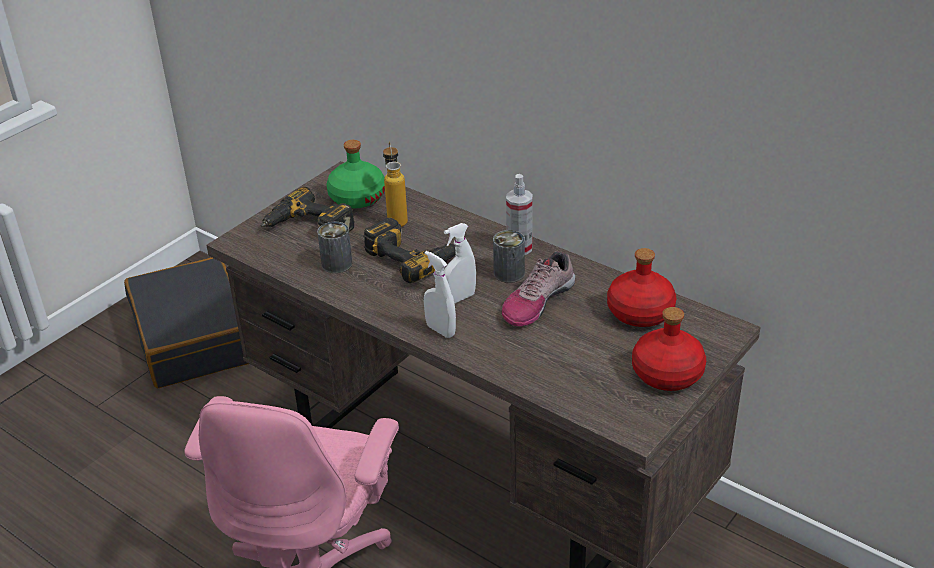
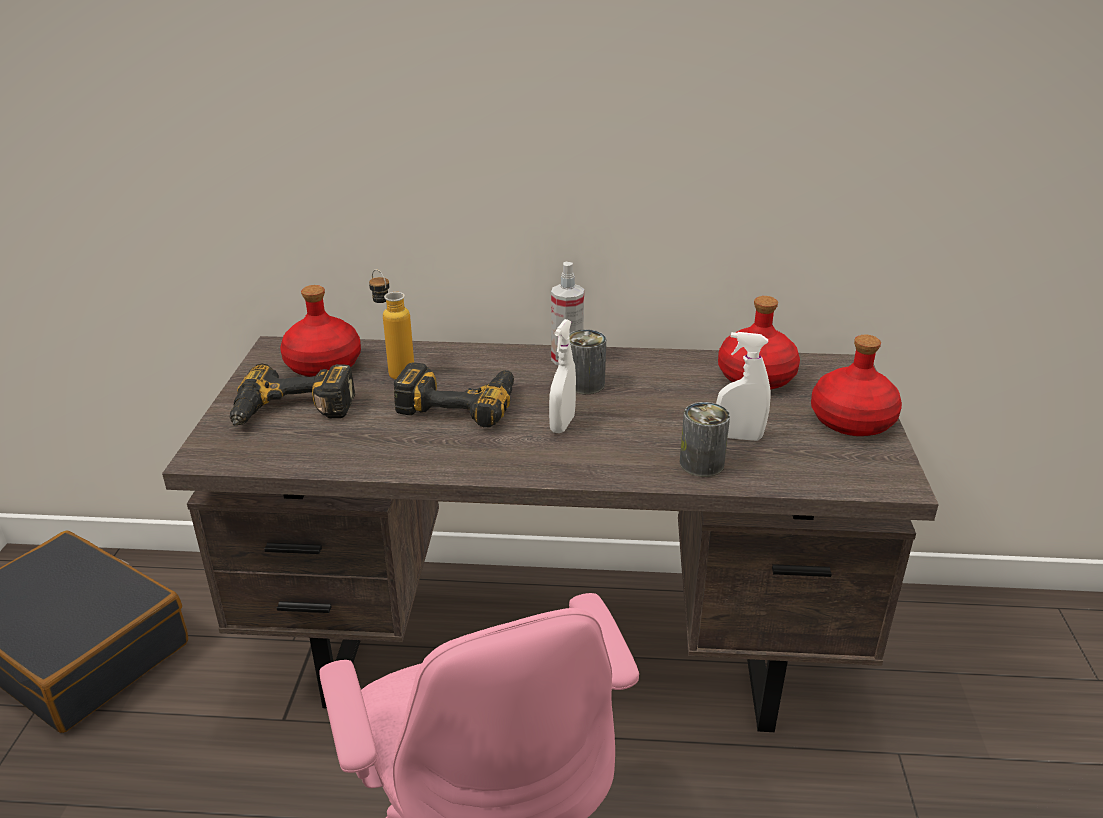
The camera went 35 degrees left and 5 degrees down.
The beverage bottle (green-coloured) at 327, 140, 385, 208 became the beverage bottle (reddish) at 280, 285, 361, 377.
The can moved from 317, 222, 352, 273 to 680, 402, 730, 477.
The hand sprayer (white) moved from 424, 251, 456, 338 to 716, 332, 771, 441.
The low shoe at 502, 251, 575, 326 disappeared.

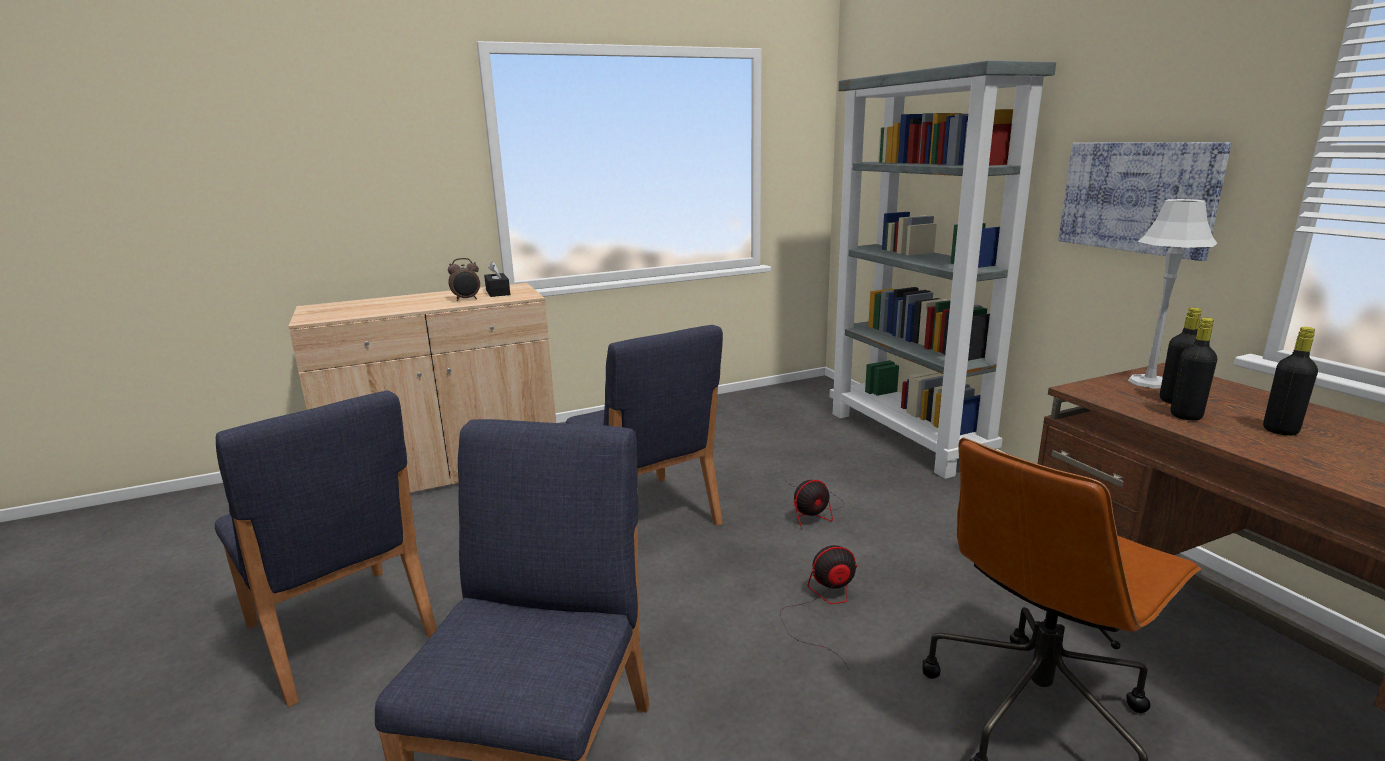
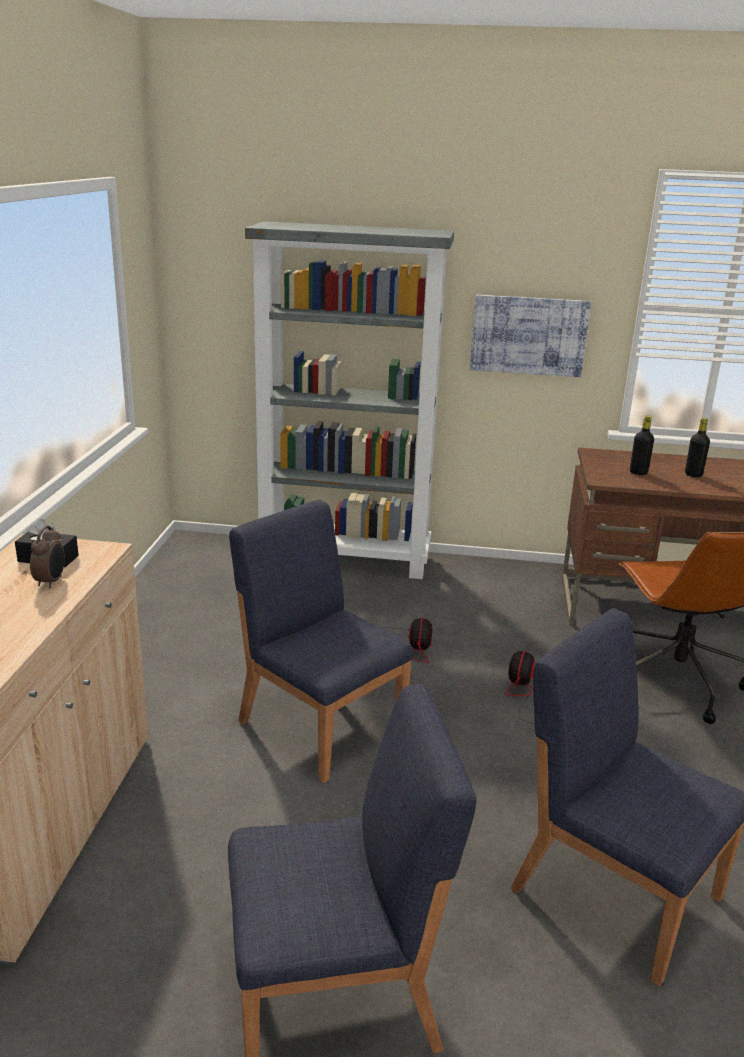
The camera went 60 degrees left and 5 degrees up.
The table lamp (grey) at 1128, 199, 1218, 389 disappeared.
The beverage bottle (blackish) at 1171, 318, 1217, 421 disappeared.
The upright chair (blue-coloured) at 566, 325, 723, 526 turned 135 degrees counterclockwise.

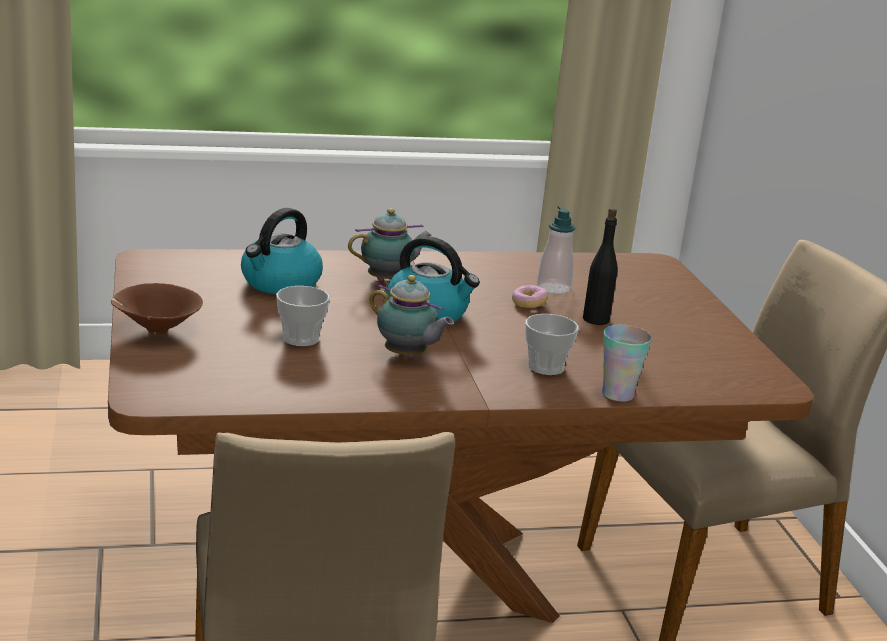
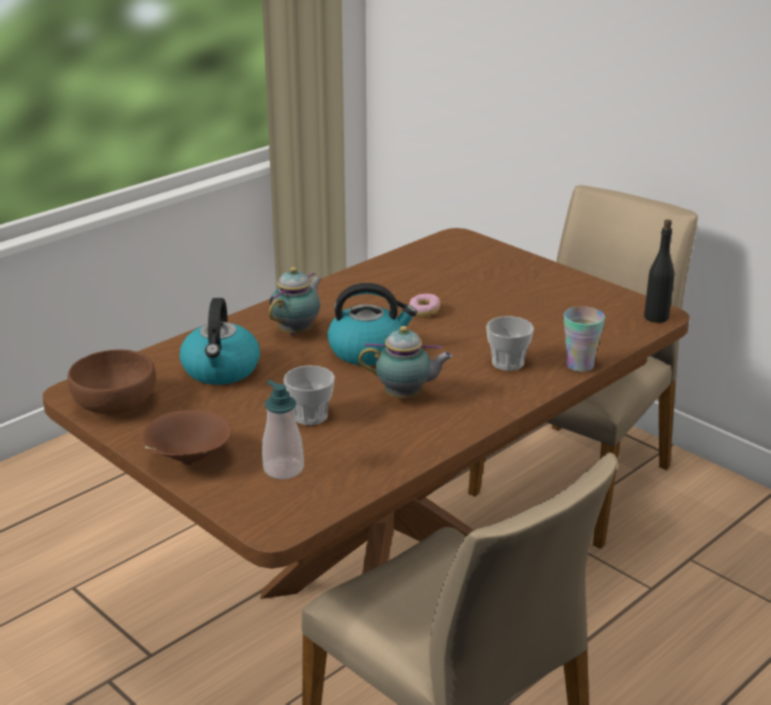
The camera went 30 degrees left and 5 degrees up.
The soap bottle moved from 537, 206, 575, 294 to 262, 380, 304, 479.
The beverage bottle (blackish) moved from 583, 208, 618, 325 to 644, 219, 674, 323.
The serving bowl (brown) at 67, 349, 156, 414 appeared.

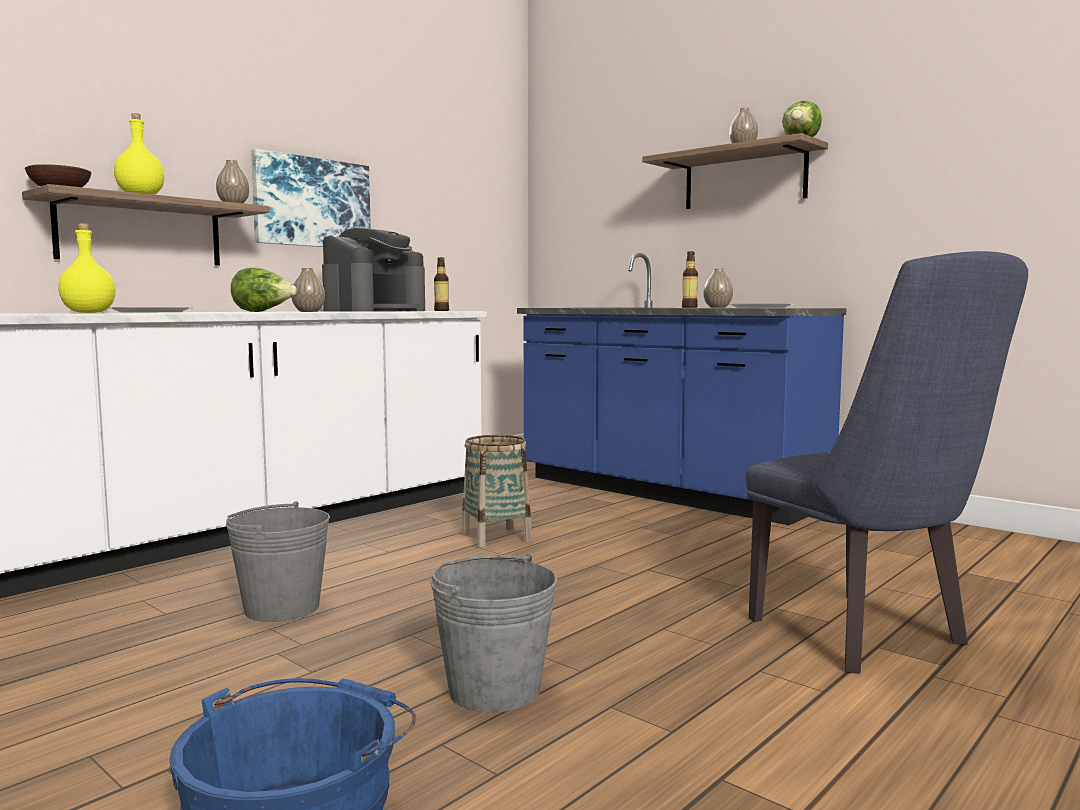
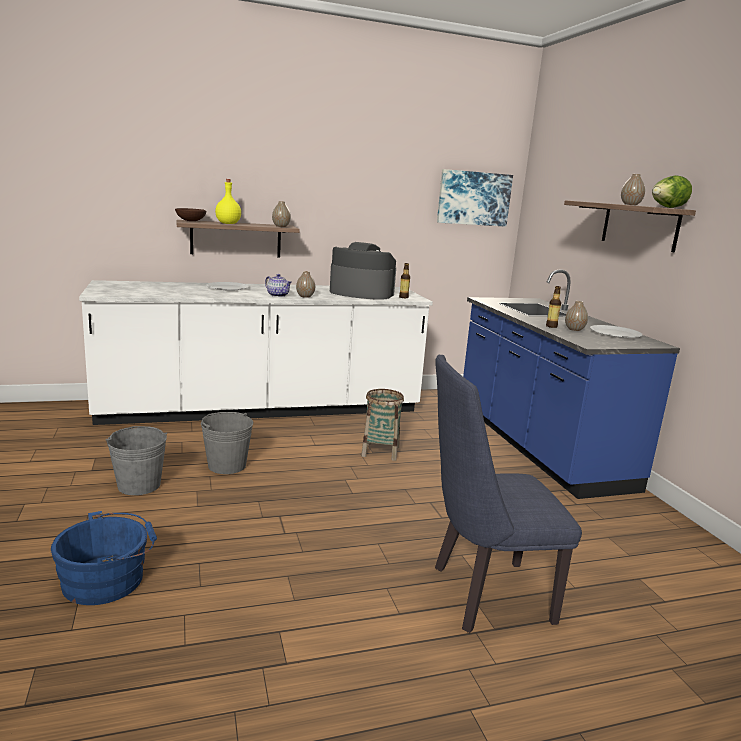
The camera went 30 degrees right and 10 degrees up.
The wall picture moved from 251, 149, 371, 247 to 437, 169, 513, 227.
The beverage bottle (yellow) at 58, 223, 116, 313 disappeared.
The coffee machine at 322, 227, 425, 312 turned 135 degrees counterclockwise.
The upright chair (blue-coloured) at 745, 251, 1028, 674 turned 75 degrees clockwise.
The head of lettuce at 231, 267, 297, 312 was replaced by the pot for tea at 265, 274, 292, 297.
The pail (grey) moved from 430, 554, 558, 713 to 106, 426, 167, 495.

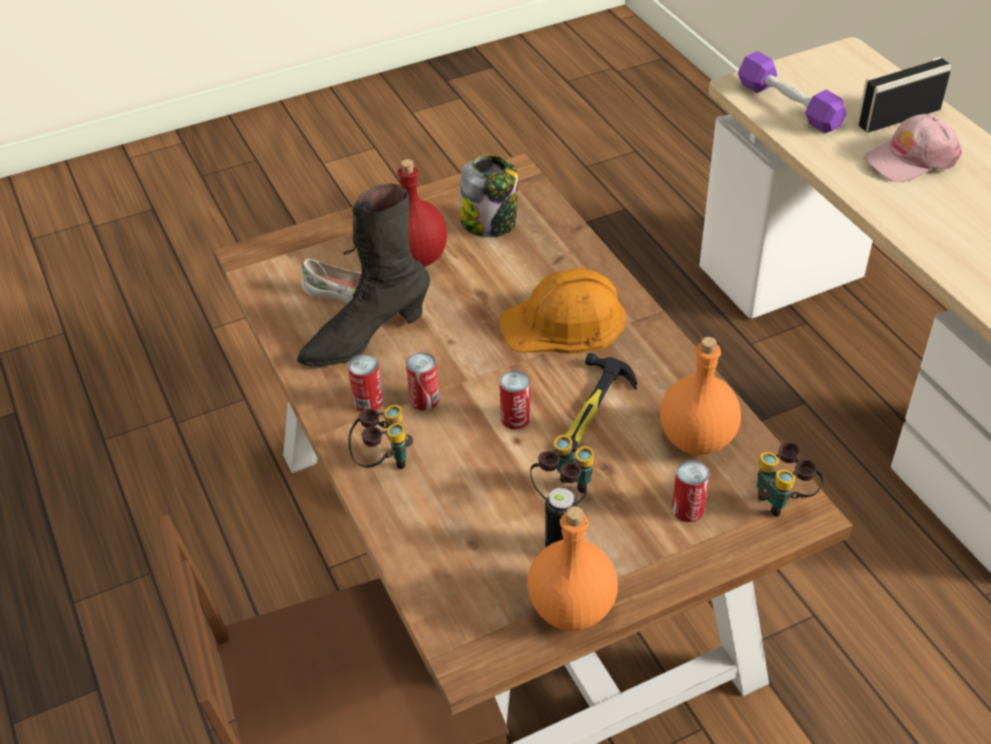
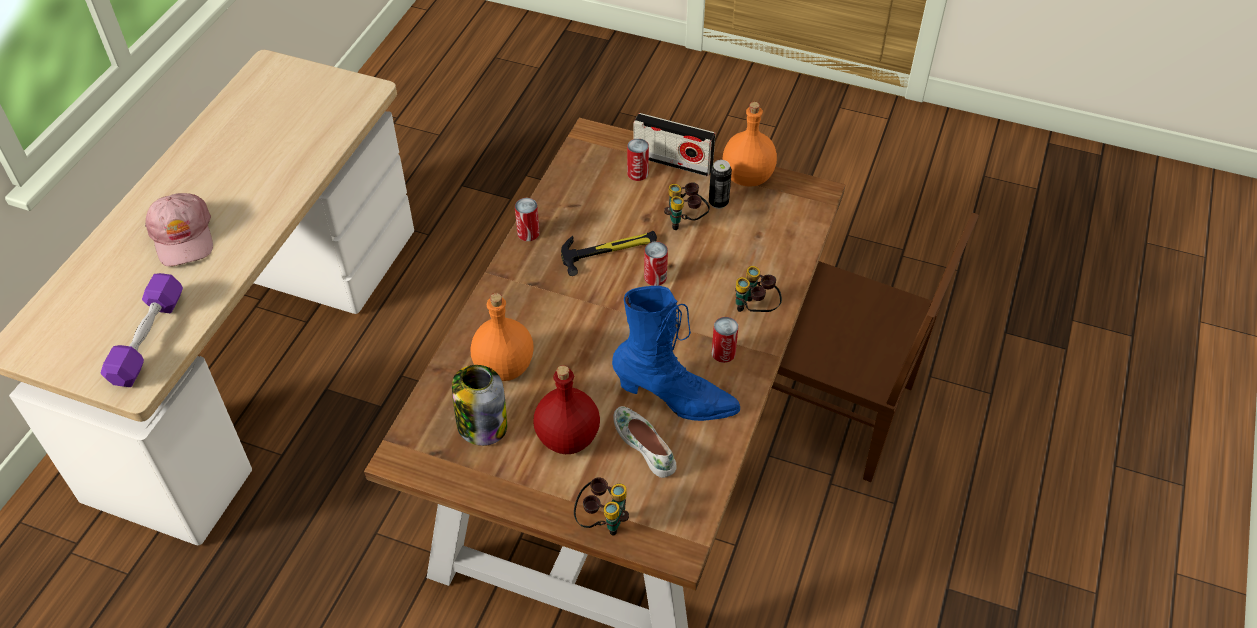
The camera went 135 degrees left and 5 degrees up.
The radio set moved from 857, 57, 951, 132 to 633, 113, 715, 176.
The baseball cap (pink) at 864, 114, 962, 182 turned 45 degrees clockwise.
The boot (blackish) at 297, 183, 430, 367 became the boot (blue-coloured) at 612, 286, 740, 421.
The work helmet (orange-coloured) at 499, 268, 626, 354 disappeared.
The beverage bottle (orange-coloured) moved from 660, 337, 741, 455 to 471, 293, 534, 381.
The can moved from 406, 352, 439, 411 to 515, 198, 540, 241.
The pair of binoculars moved from 757, 442, 823, 517 to 574, 477, 629, 536.

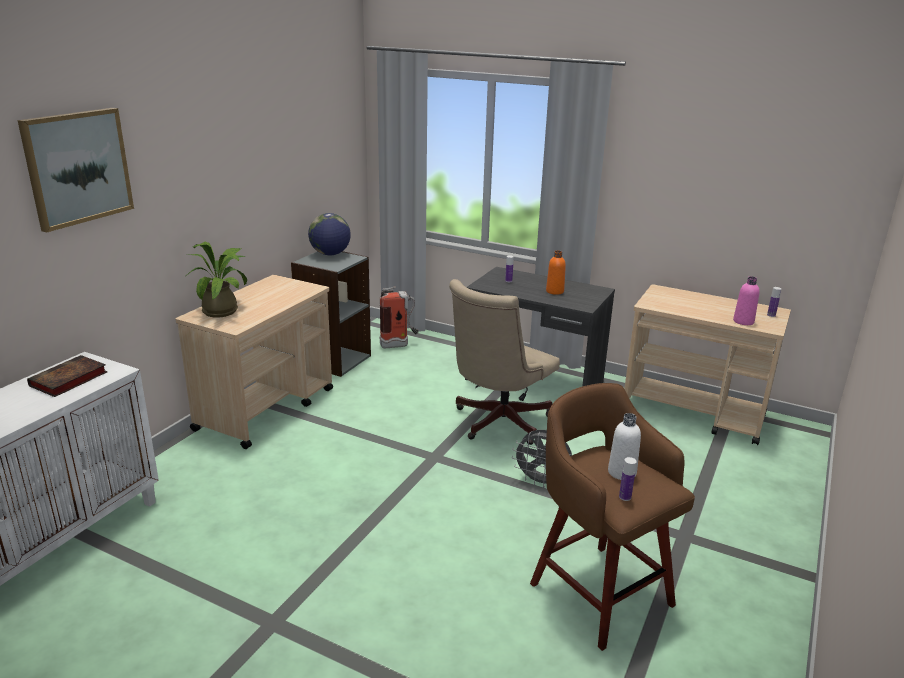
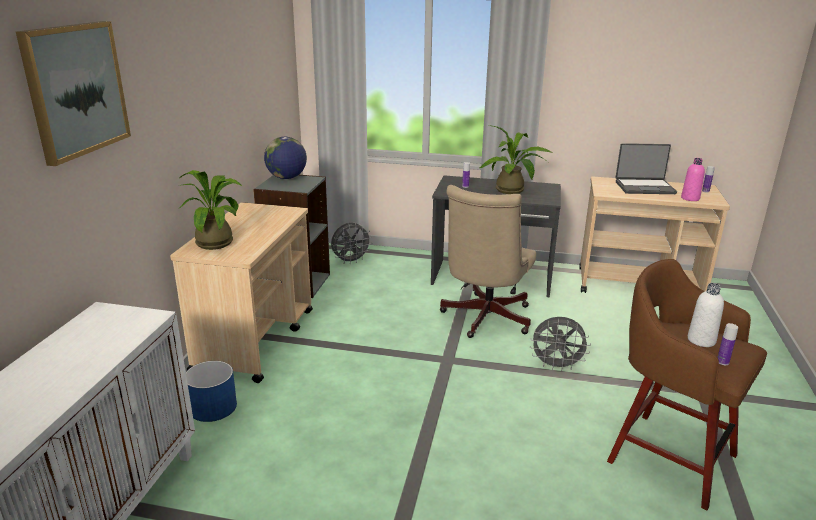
The camera went 15 degrees left and 0 degrees up.
The beverage bottle (orange-coloured) at 546, 250, 566, 295 was replaced by the potted plant at 480, 125, 552, 194.
The fire-fighting cylinder at 380, 286, 419, 348 was replaced by the cooling fan (grey) at 331, 223, 372, 264.
The bound book at 27, 355, 107, 397 disappeared.
The portable computer at 615, 143, 677, 194 appeared.
The planter (blue-coloured) at 186, 361, 237, 422 appeared.

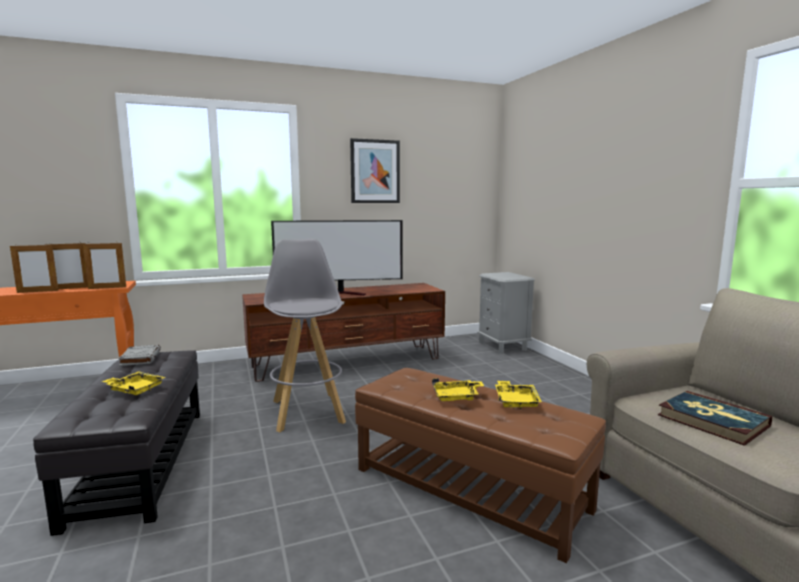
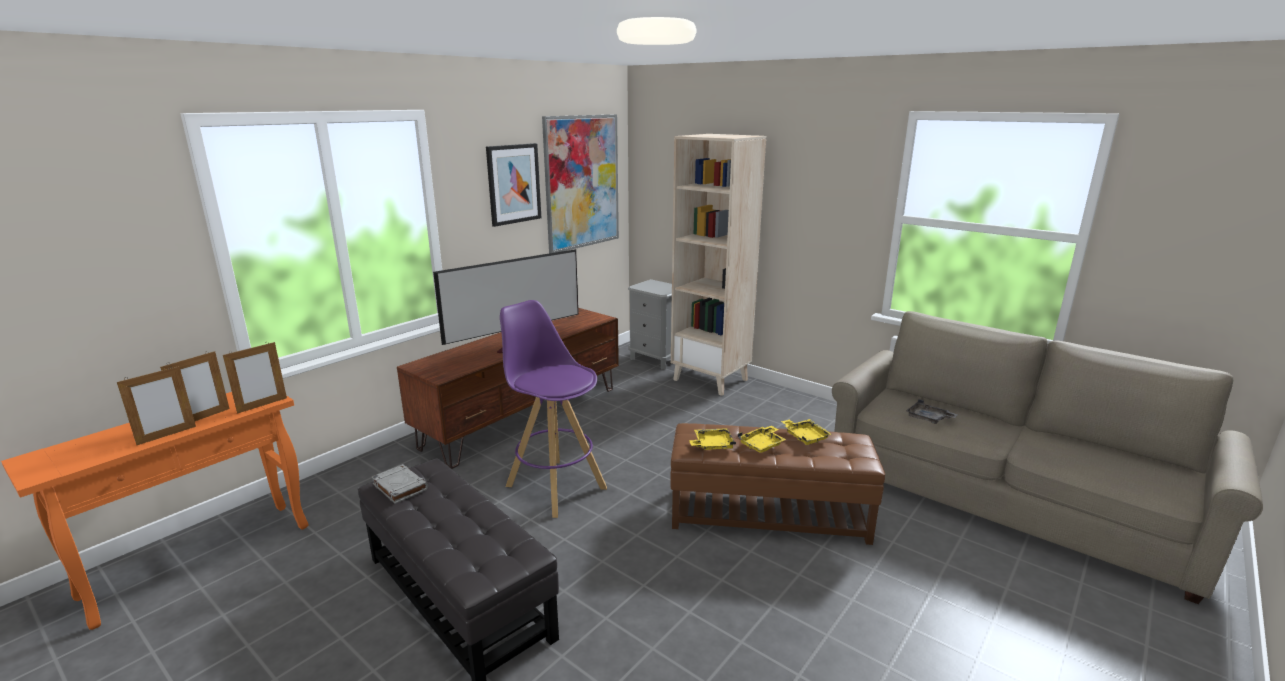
The camera went 30 degrees left and 10 degrees up.
The sitting stool (grey) at 264, 239, 346, 432 became the sitting stool (purple-coloured) at 500, 300, 607, 518.
The serving tray (yellow) moved from 101, 371, 166, 395 to 689, 428, 736, 450.
The bound book at 658, 391, 773, 446 was replaced by the serving tray (grey) at 906, 399, 958, 424.
The wall picture at 542, 114, 619, 253 appeared.
The shelving unit (beige) at 671, 134, 766, 396 appeared.

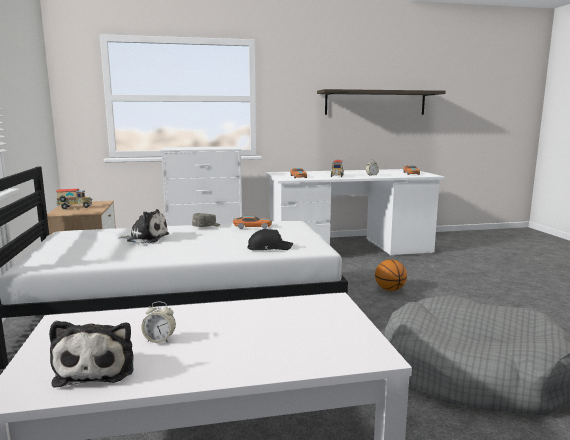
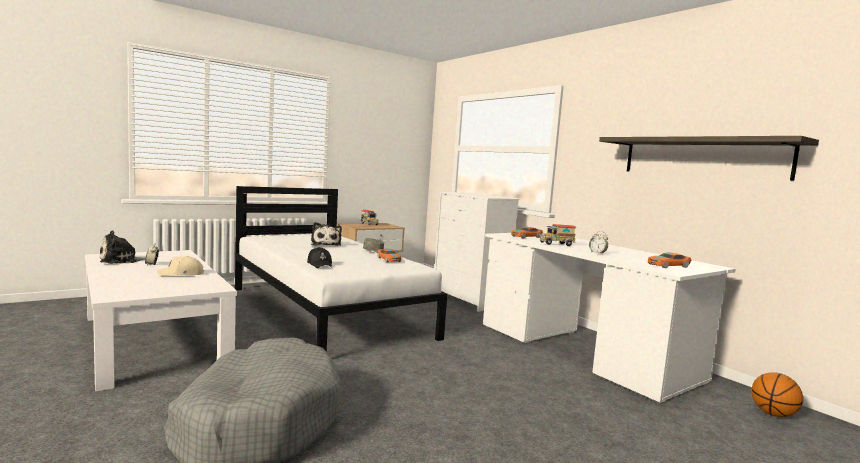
The camera went 65 degrees right and 5 degrees down.
The basketball ball moved from 375, 259, 407, 291 to 751, 372, 803, 417.
The baseball cap (beige) at 156, 256, 204, 276 appeared.

